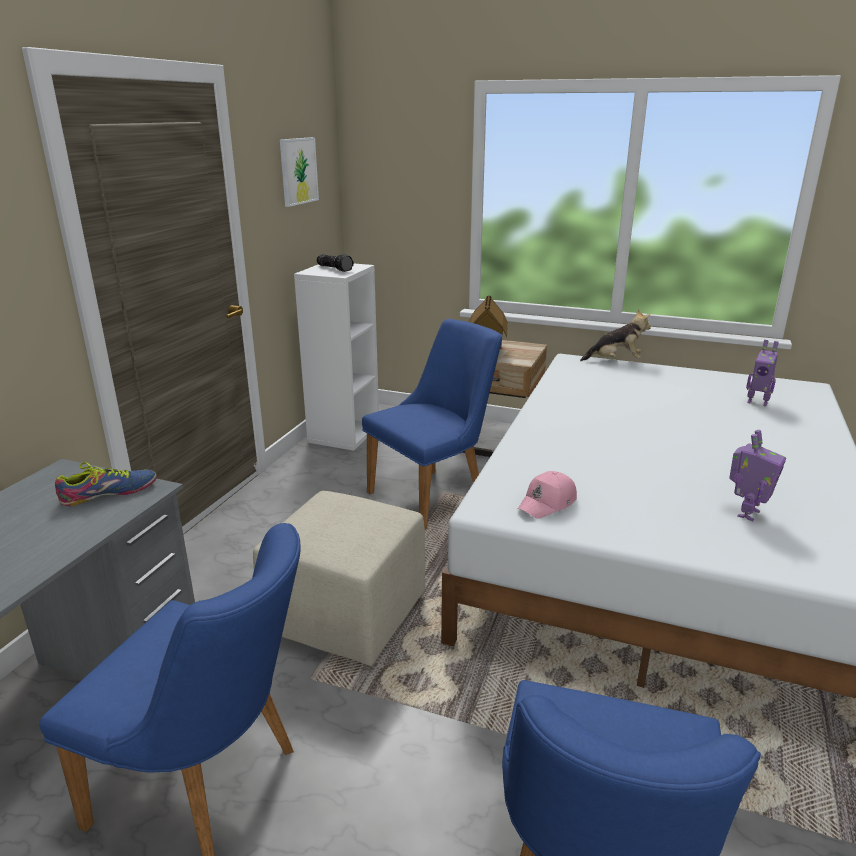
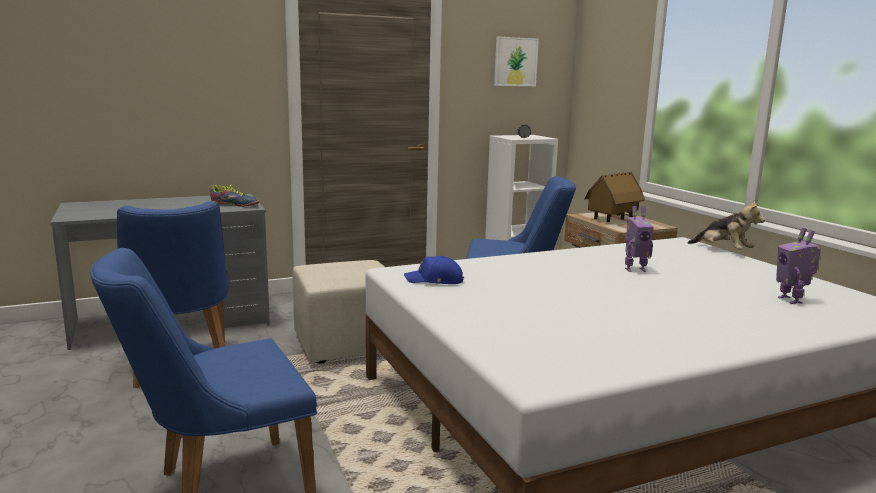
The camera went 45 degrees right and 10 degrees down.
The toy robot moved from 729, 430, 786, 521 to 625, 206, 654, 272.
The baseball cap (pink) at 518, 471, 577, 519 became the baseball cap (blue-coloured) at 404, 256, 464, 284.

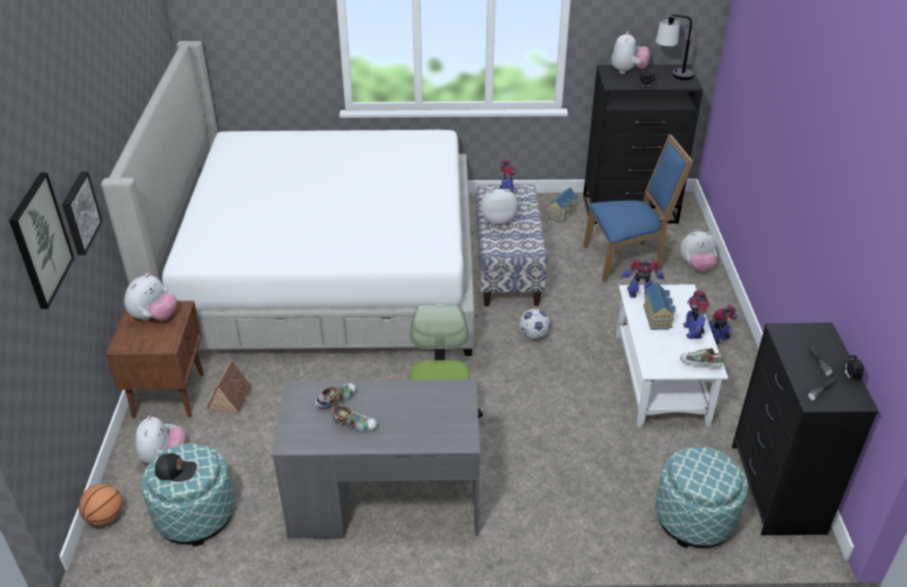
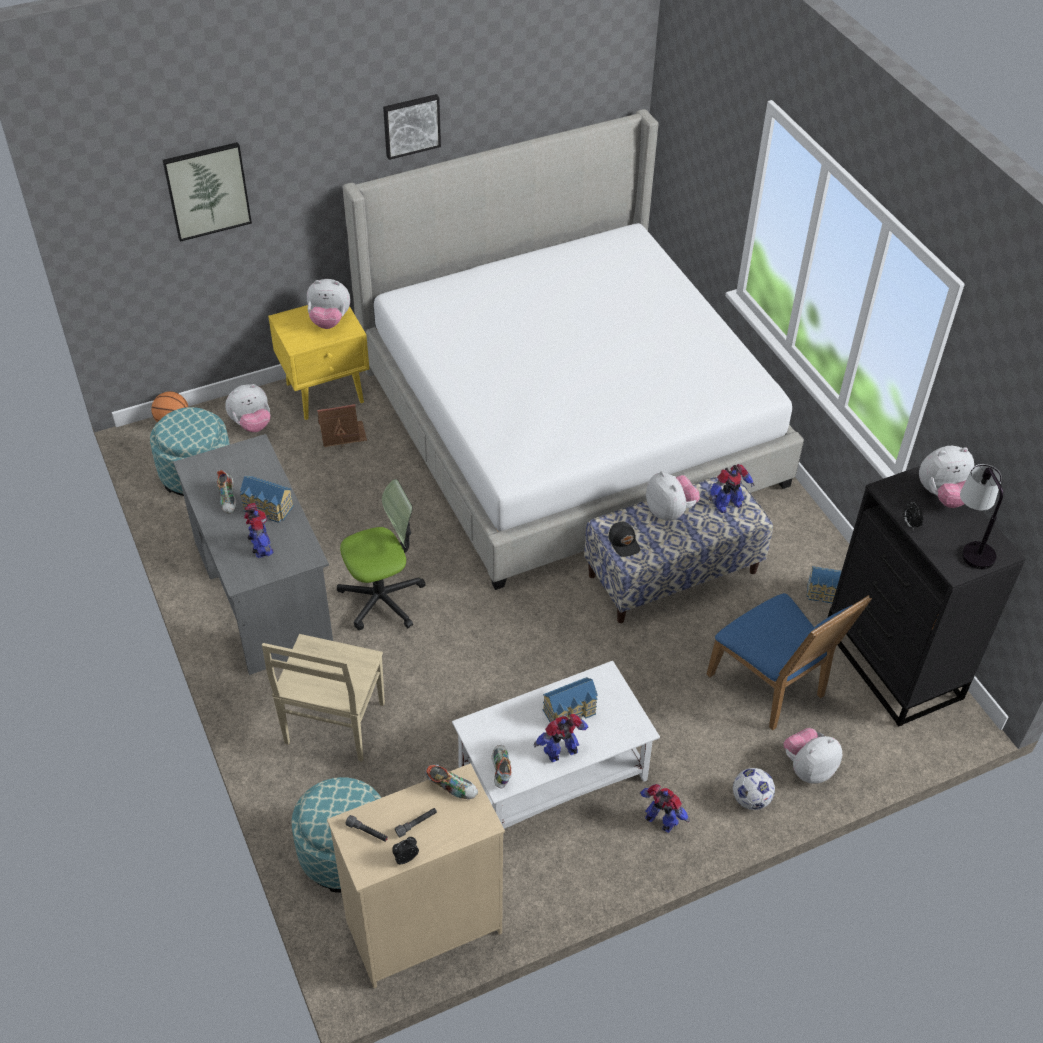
The camera went 65 degrees right and 10 degrees up.
The wall picture moved from 62, 171, 103, 255 to 383, 94, 441, 160.
The cuddly toy at 680, 231, 717, 271 turned 90 degrees clockwise.
The toy robot moved from 620, 259, 665, 298 to 244, 503, 273, 558.
The nightstand (brown) at 106, 301, 204, 418 became the nightstand (yellow) at 268, 305, 369, 420.
The football moved from 519, 309, 550, 339 to 733, 768, 775, 810.
The chest of drawers (blackish) at 732, 323, 879, 535 became the chest of drawers (beige) at 327, 763, 505, 988.
The low shoe moved from 315, 383, 356, 408 to 425, 764, 478, 799.
The baseball cap (blackish) moved from 155, 453, 197, 482 to 609, 522, 640, 557.
The toy house at 240, 476, 294, 523 appeared.
The upright chair (beige) at 262, 634, 385, 762 appeared.

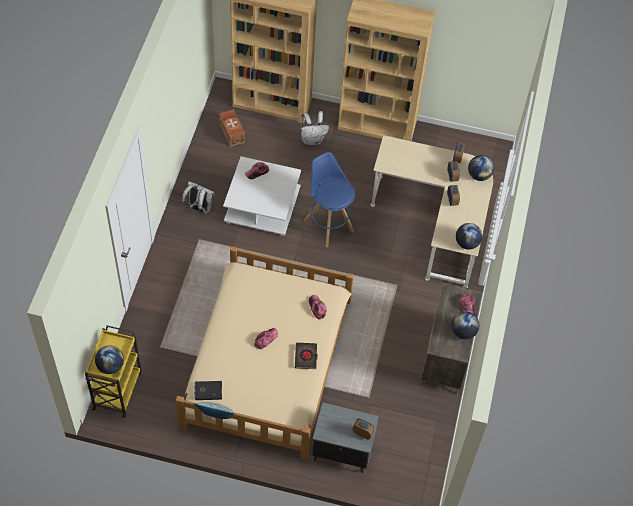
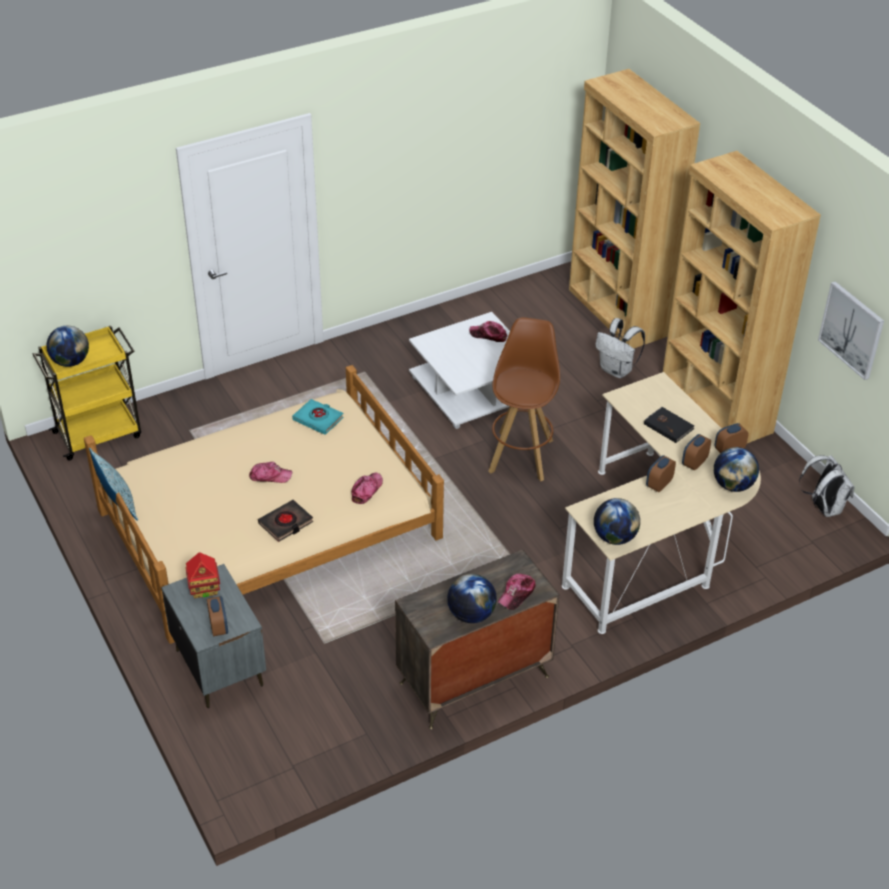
The camera went 50 degrees right and 15 degrees down.
The storage box (brown) at 219, 109, 245, 147 disappeared.
The sitting stool (blue-coloured) at 304, 152, 355, 247 became the sitting stool (brown) at 488, 317, 560, 481.
The rucksack (white) moved from 182, 181, 215, 215 to 799, 455, 854, 517.
The bound book (blackish) moved from 194, 381, 222, 400 to 644, 407, 695, 443.
The wall picture at 818, 282, 884, 380 appeared.
The bound book (blue-green) at 292, 399, 344, 435 appeared.
The toy house at 185, 552, 220, 598 appeared.

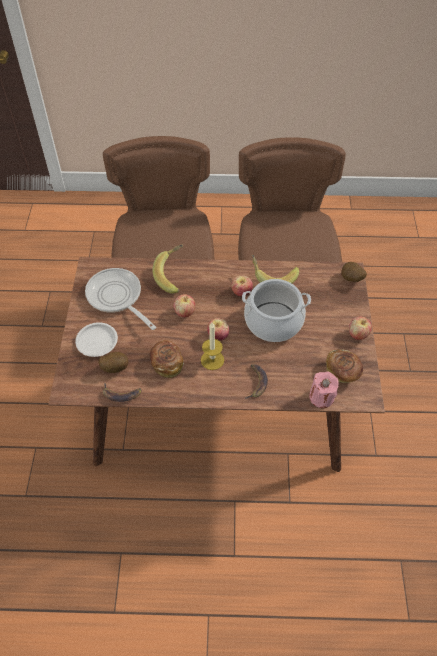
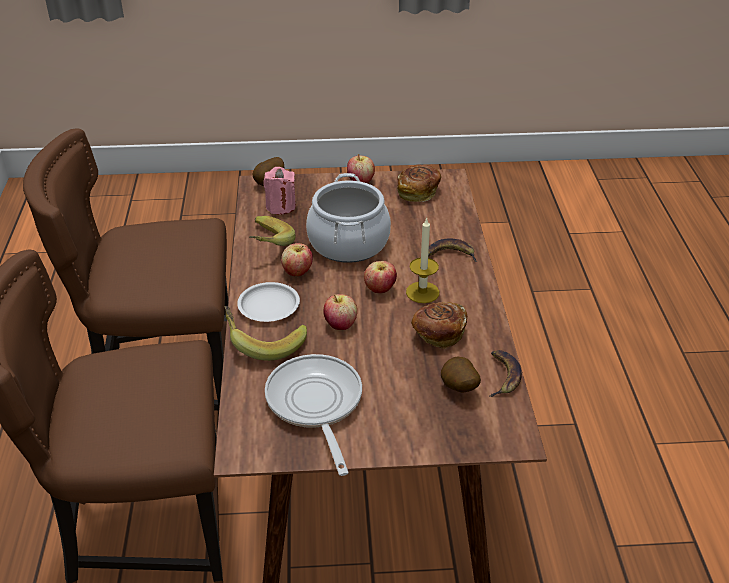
The camera went 95 degrees left and 15 degrees down.
The skillet at 85, 268, 156, 330 turned 120 degrees clockwise.
The plate (white) moved from 75, 322, 118, 357 to 237, 282, 300, 322.
The wax light (pink) moved from 309, 372, 338, 408 to 263, 167, 296, 214.

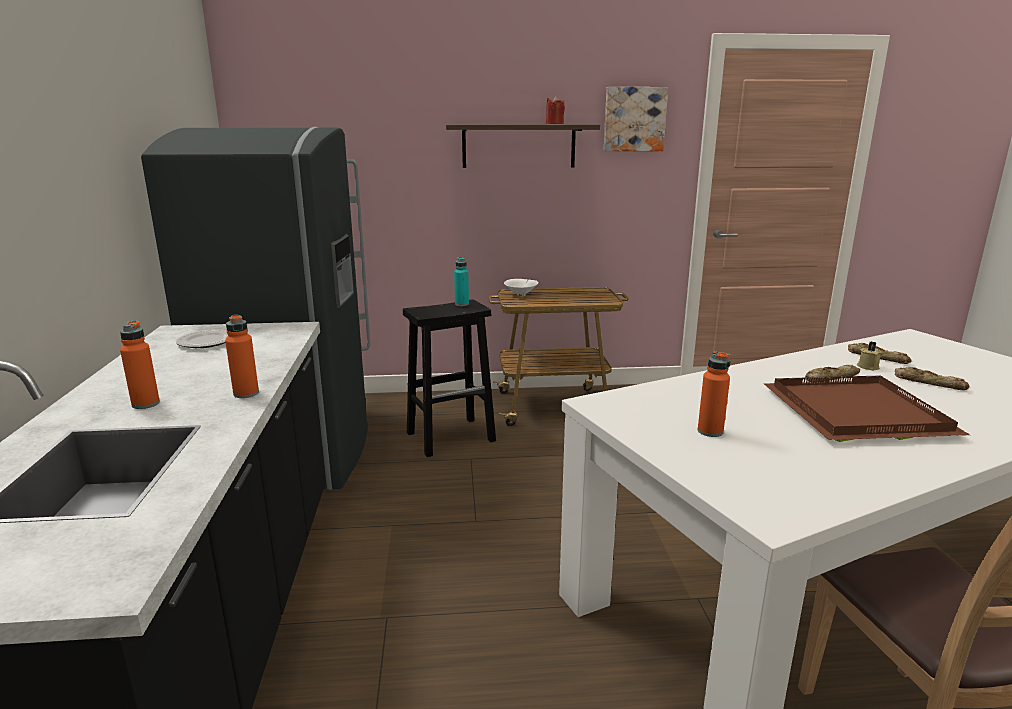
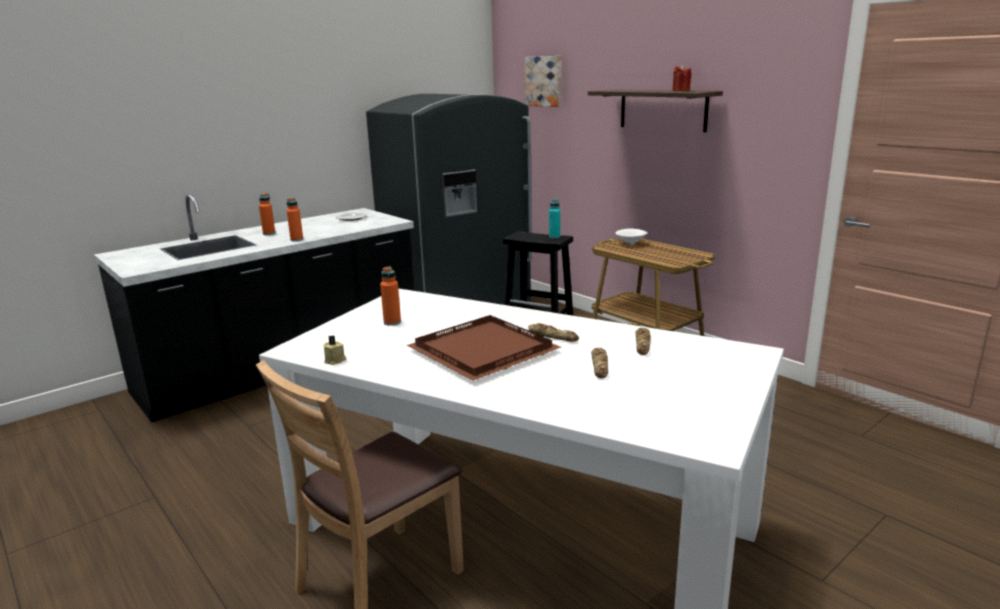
The camera went 55 degrees right and 0 degrees up.
The wall picture moved from 604, 87, 668, 151 to 524, 56, 562, 107.
The wax light (beige) moved from 857, 341, 881, 371 to 323, 335, 346, 365.

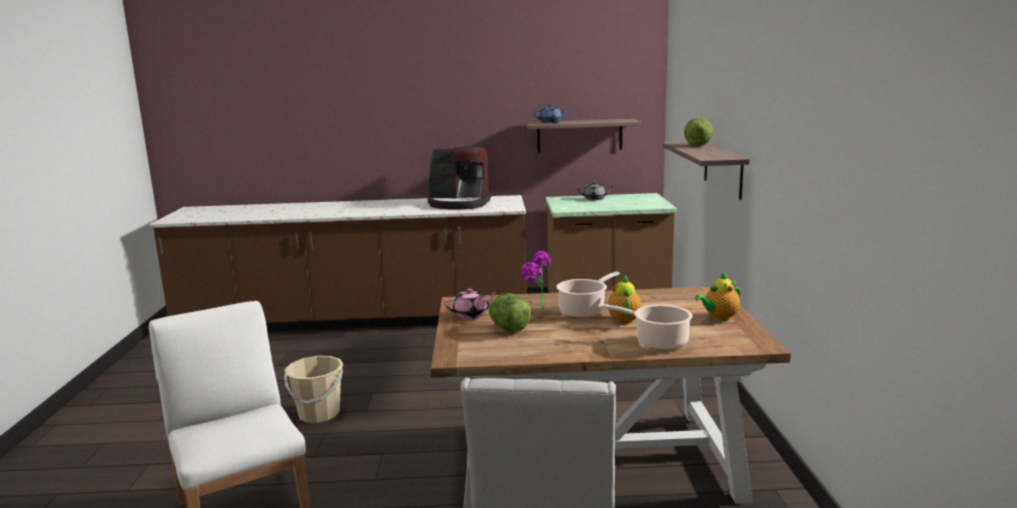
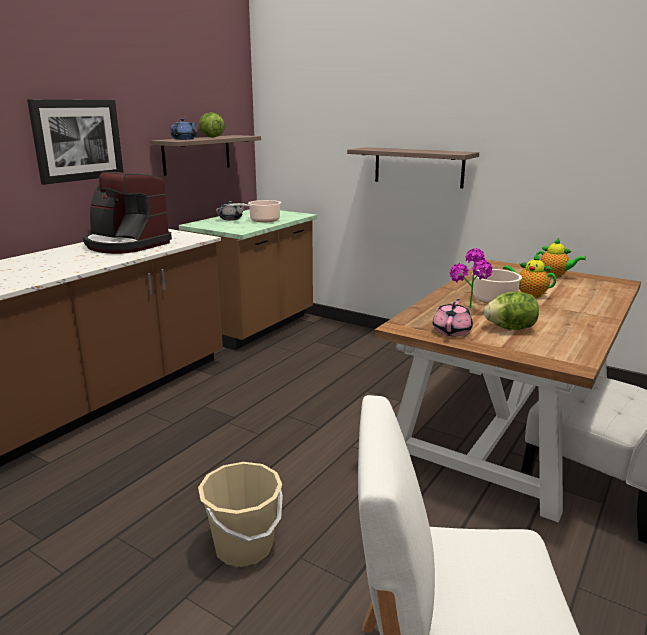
The camera went 55 degrees left and 5 degrees up.
The head of lettuce moved from 684, 118, 713, 146 to 199, 112, 225, 137.
The coffee machine at 428, 147, 492, 210 turned 75 degrees clockwise.
The pot for tea at 695, 272, 740, 321 turned 60 degrees counterclockwise.
The saucepot moved from 601, 304, 693, 350 to 229, 200, 281, 222.
The wall picture at 27, 99, 123, 185 appeared.

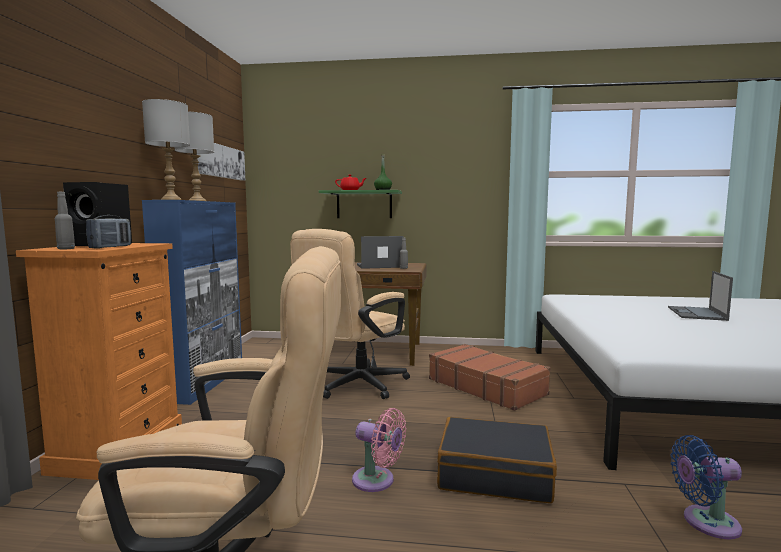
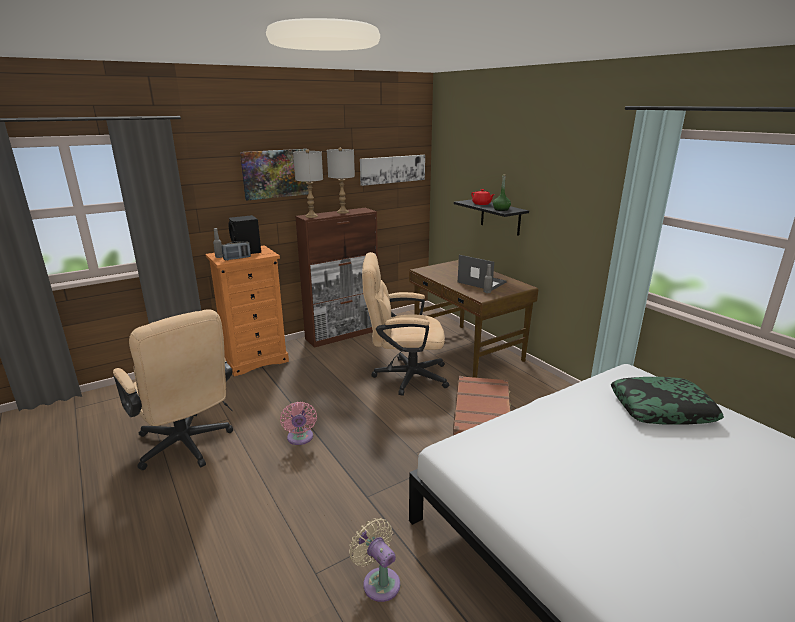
The camera went 50 degrees right and 15 degrees up.
The shelf (green-coloured) at 319, 190, 402, 218 became the shelf (blackish) at 454, 199, 529, 236.
The cupboard (blue-coloured) at 142, 200, 242, 405 became the cupboard (brown) at 295, 208, 378, 348.
The portable computer at 668, 271, 733, 321 disappeared.
The travel case (blackish) at 437, 417, 557, 503 disappeared.
The cooling fan (blue-coloured) at 671, 435, 742, 540 became the cooling fan (beige) at 349, 518, 400, 602.
The wall picture at 240, 149, 308, 200 appeared.
The pillow at 611, 377, 724, 425 appeared.

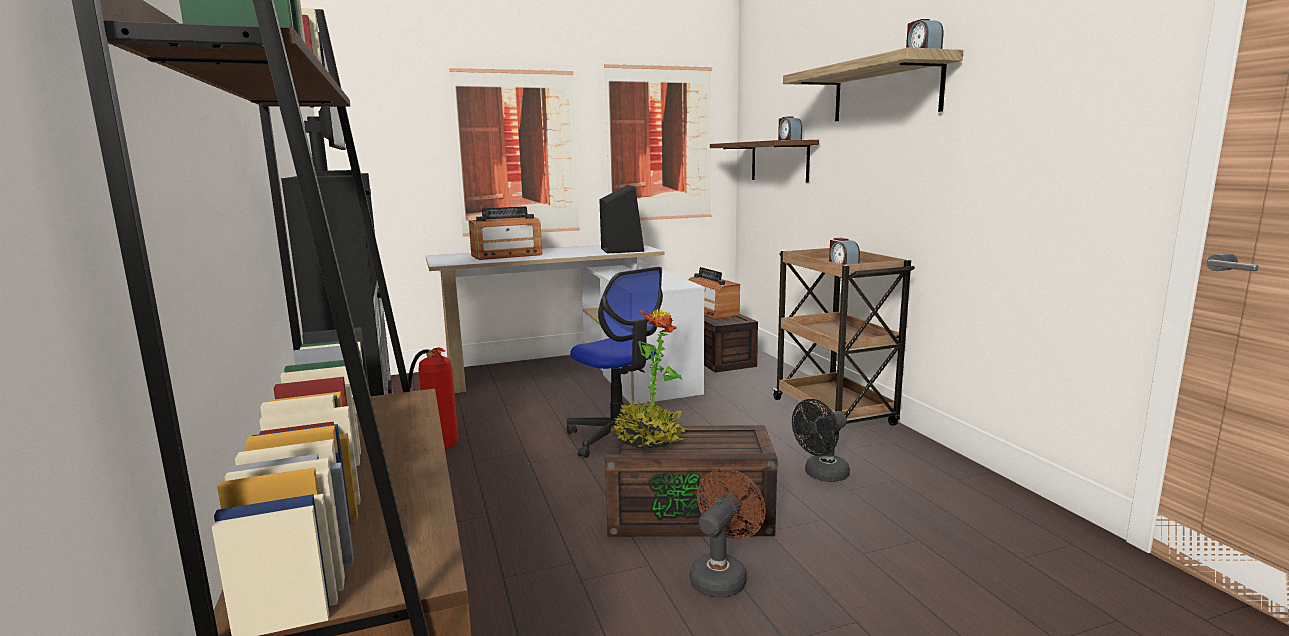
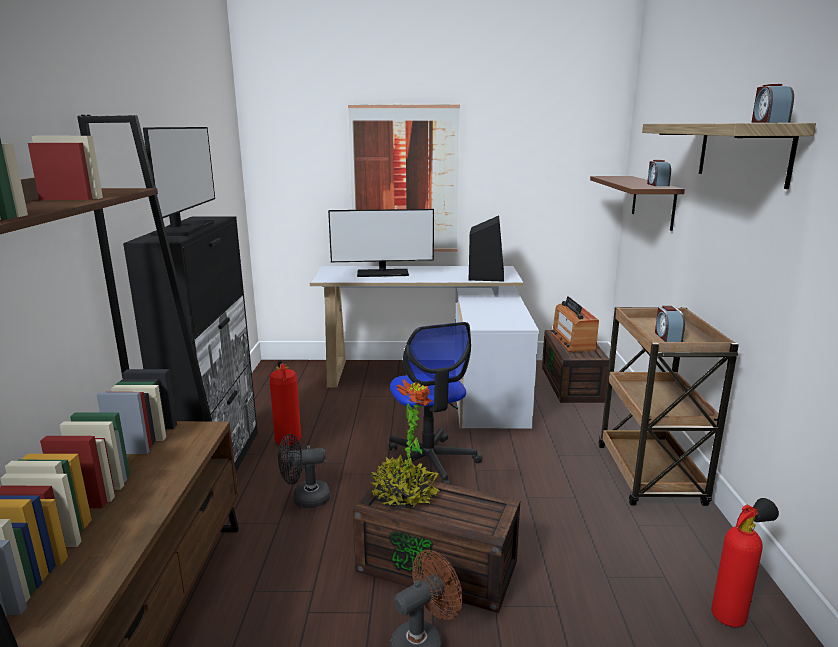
The camera went 20 degrees right and 5 degrees up.
The wall picture at 604, 64, 712, 220 disappeared.
The radio set at 469, 206, 543, 260 was replaced by the computer screen at 328, 209, 434, 277.
The cooling fan (blackish) moved from 792, 399, 850, 482 to 278, 434, 330, 508.
The fire-fighting cylinder at 711, 498, 779, 627 appeared.

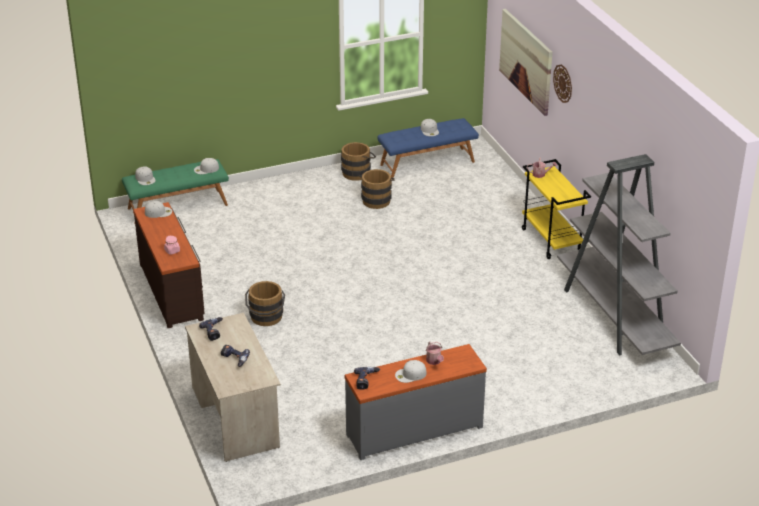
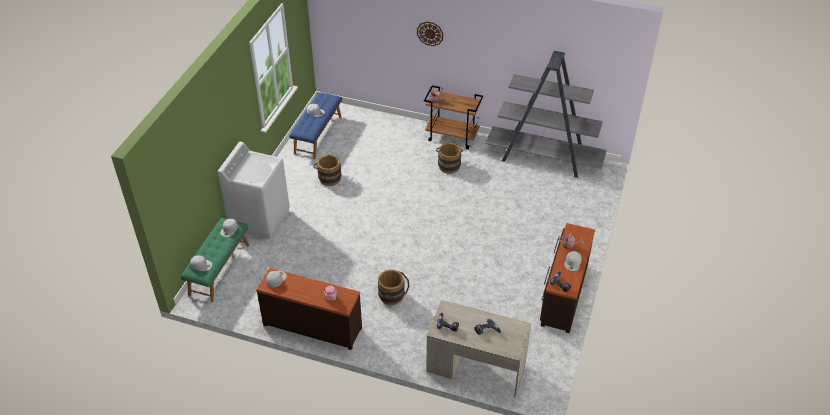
The camera went 50 degrees left and 10 degrees up.
The wall picture at 499, 9, 553, 116 disappeared.
The pail (brown) moved from 341, 142, 376, 181 to 436, 143, 463, 174.
The trolley (yellow) at 522, 159, 591, 259 became the trolley (brown) at 424, 85, 483, 149.
The chest of drawers (grey) at 345, 344, 487, 460 became the chest of drawers (brown) at 540, 223, 595, 333.
The laundry appliance (white) at 218, 142, 290, 239 appeared.

